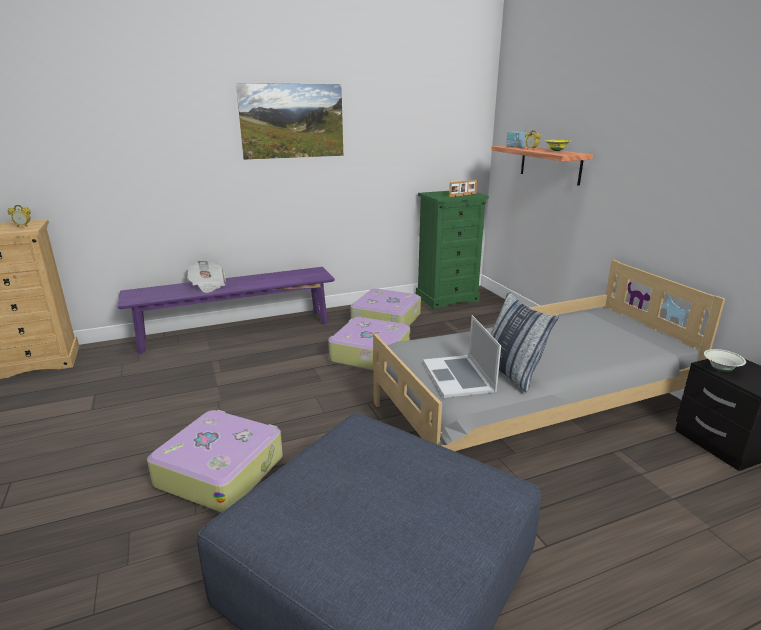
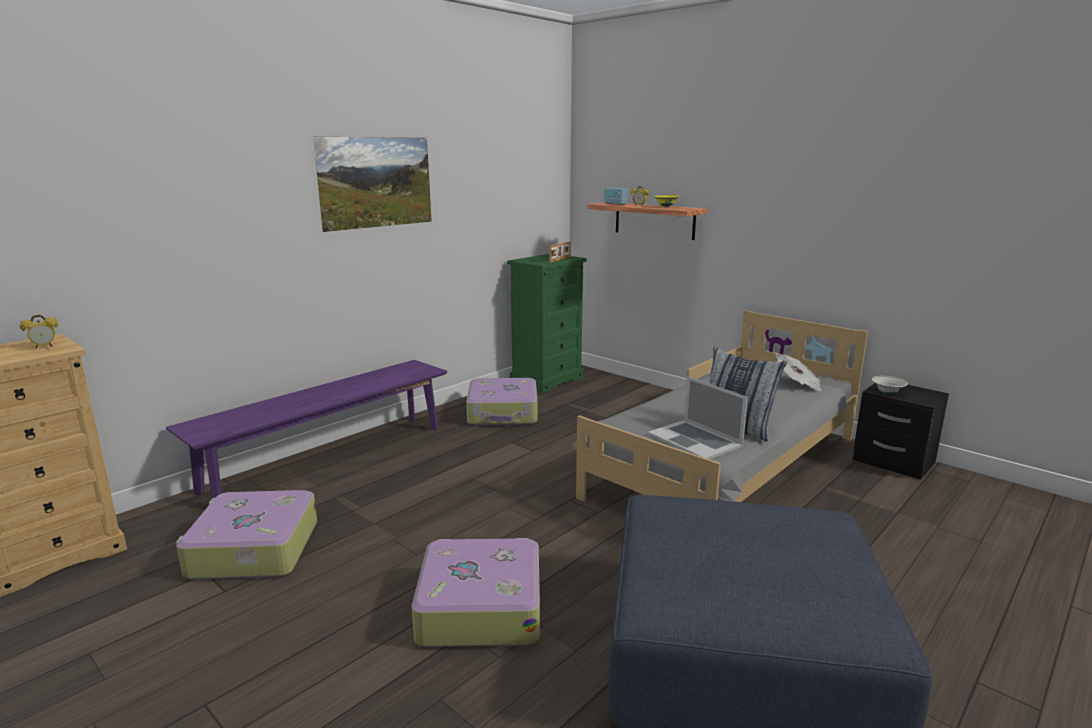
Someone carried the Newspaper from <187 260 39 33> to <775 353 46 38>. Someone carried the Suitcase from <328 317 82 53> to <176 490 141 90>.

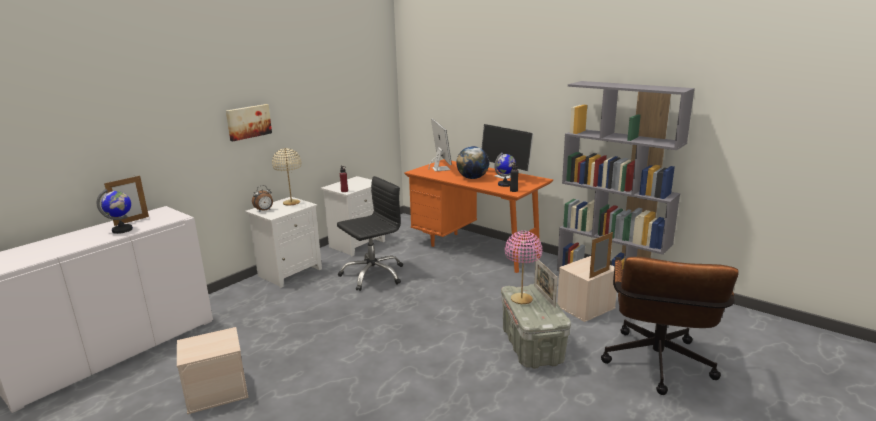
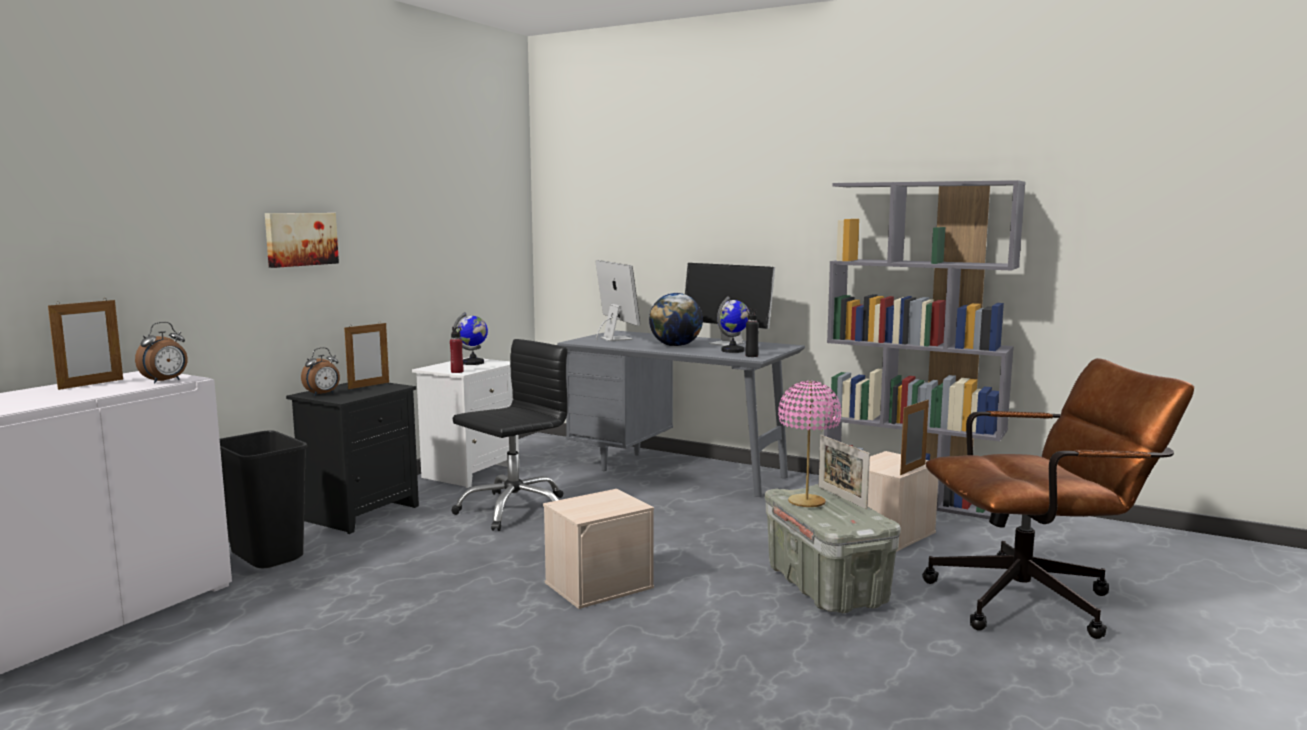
Someone put down the AlarmClock at <135 322 53 61>. Someone put down the BlackTrashCan at <220 430 87 138>. Someone carried the Globe from <97 189 36 45> to <453 312 35 53>. Someone carried the BeigeStorageBox from <177 327 71 87> to <543 489 111 120>. Someone swapped the BeigeTableLamp at <272 148 29 58> for the PictureFrame at <344 321 45 68>. Someone repainted the WhiteNightstand at <245 197 77 91>, which became the BlackNightstand at <286 383 133 151>. Someone repainted the OrangeDesk at <404 159 149 114>, which became the GreyDesk at <557 330 248 167>. Someone rotated the BrownOfficeChair at <601 257 138 138> by 105 degrees counterclockwise.

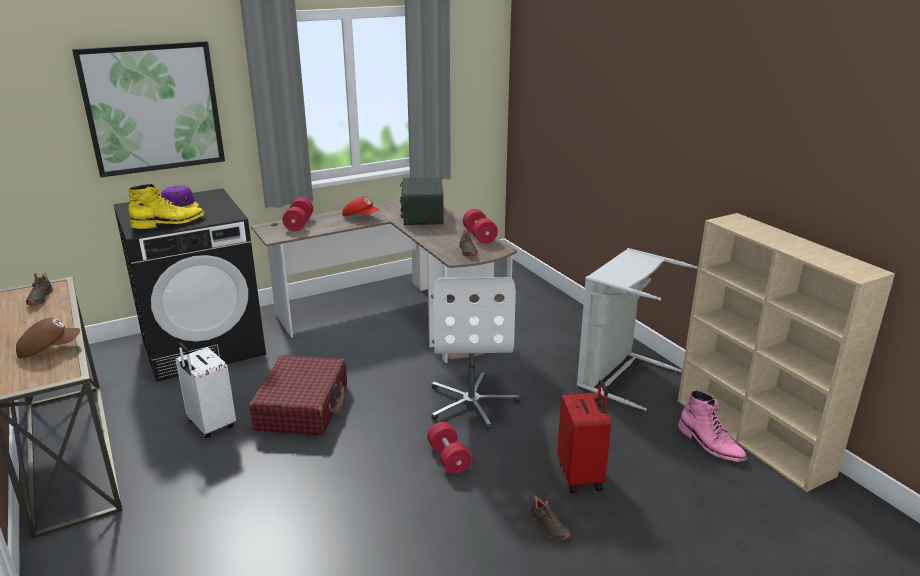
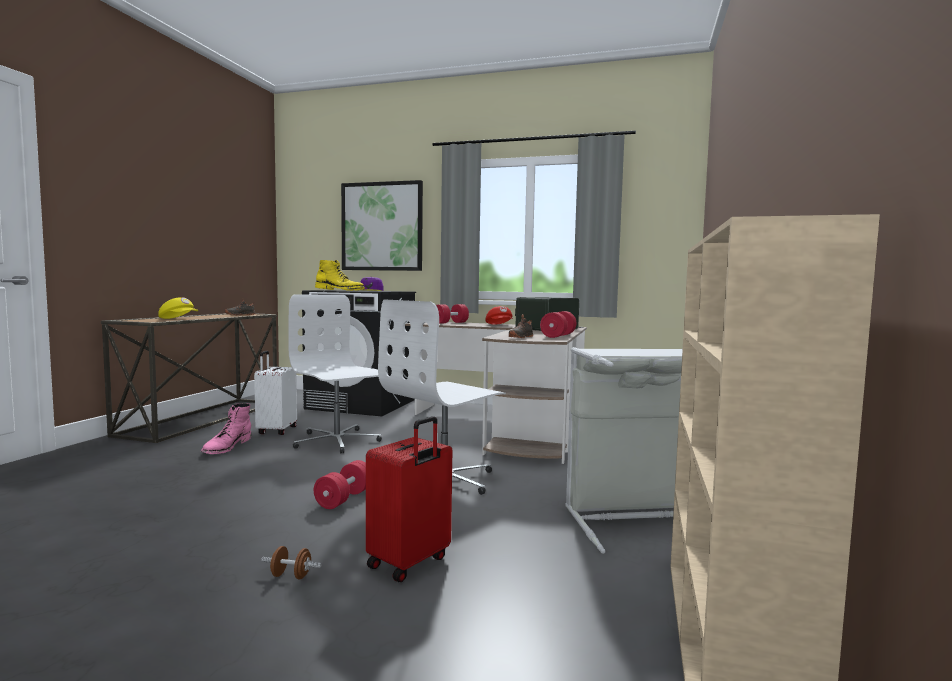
Someone carried the PinkBoot from <678 390 69 72> to <201 403 50 51>. Someone swapped the RedSuitcase at <249 355 98 81> for the WhiteOfficeChair at <289 295 93 158>. Someone swapped the BlackShoe at <530 495 41 45> for the BrownDumbbell at <261 546 61 33>. Someone repainted the BrownCap at <16 318 64 40>, which became the YellowCap at <158 298 40 21>.

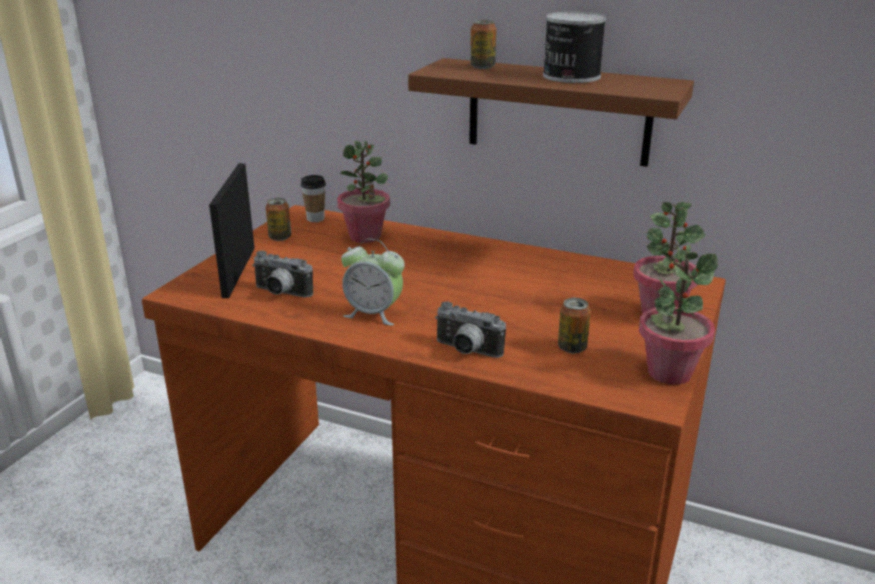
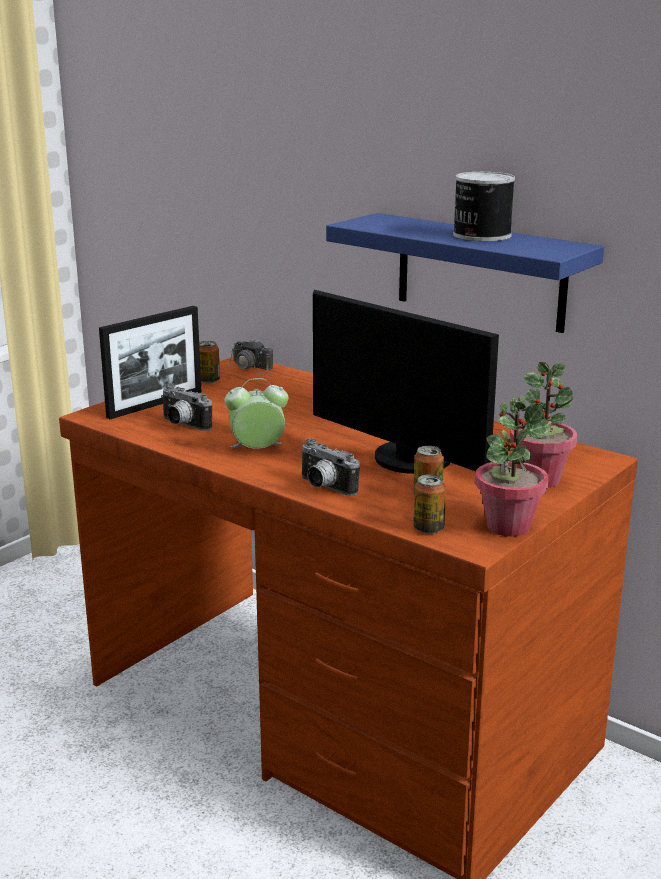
Someone took away the PottedPlant at <337 141 53 102>. Someone put down the Monitor at <313 290 186 184>. Someone carried the Can from <470 20 26 49> to <413 474 33 60>. Someone swapped the Cup at <301 175 25 47> for the PhotoCamera at <227 339 47 37>. Someone repainted the BrownShelf at <408 58 286 109>, which became the BlueShelf at <326 213 278 120>. Someone rotated the PictureFrame at <209 163 46 135> by 150 degrees counterclockwise. Someone rotated the AlarmClock at <341 239 64 87> by 135 degrees clockwise.

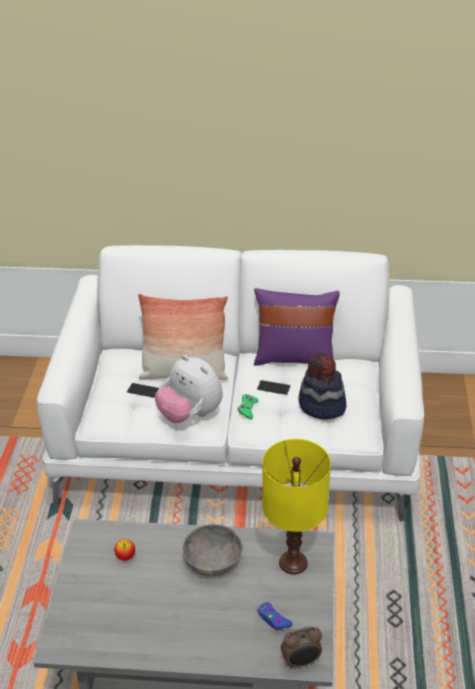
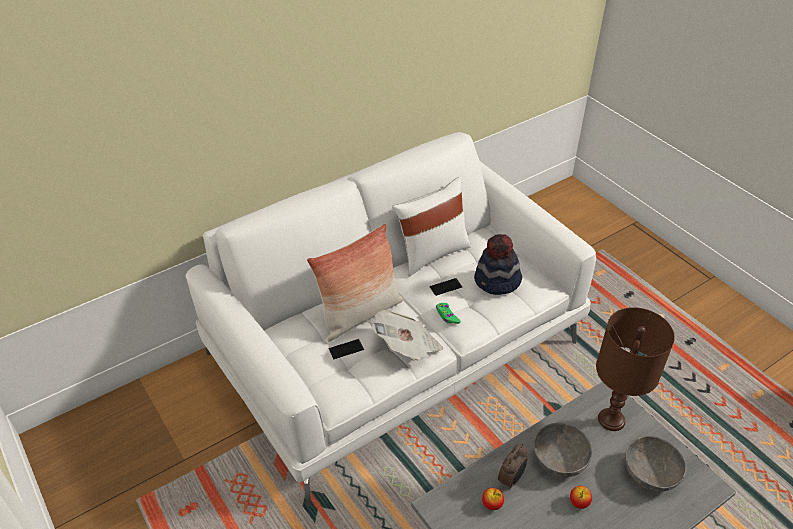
Someone put down the Apple at <570 486 22 23>. Someone carried the AlarmClock from <281 627 41 42> to <498 444 29 46>. Someone swapped the PlushToy at <155 355 68 68> for the Newspaper at <371 309 72 51>. Someone swapped the BlueGameController at <257 602 36 28> for the GreyBowl at <625 436 61 55>. Someone repainted the PurplePillow at <254 288 86 78>, which became the WhitePillow at <392 177 79 100>. Someone repainted the YellowTableLamp at <262 439 69 136>, which became the BrownTableLamp at <596 307 79 124>.

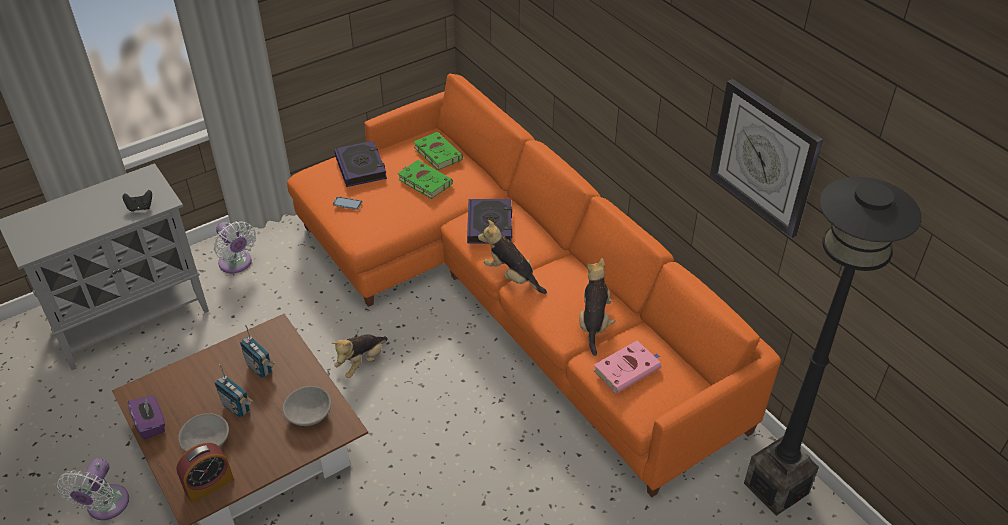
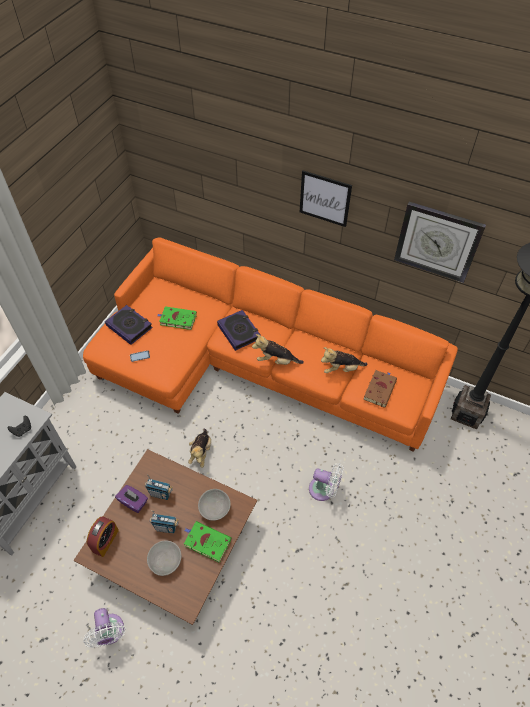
Someone put up the Picture at <300 171 52 56>. Someone carried the PurpleTissueBox from <128 396 37 44> to <115 485 33 28>. Someone carried the AlarmClock from <176 443 58 60> to <87 517 32 40>. Someone carried the WhiteFan from <214 221 42 52> to <309 463 35 38>. Someone carried the GreenBook from <413 132 50 38> to <184 521 47 42>. Someone repainted the PinkBook at <593 340 68 54>, which became the BrownBook at <363 370 34 38>. Someone rotated the PlushToy at <579 258 36 98> by 75 degrees counterclockwise.

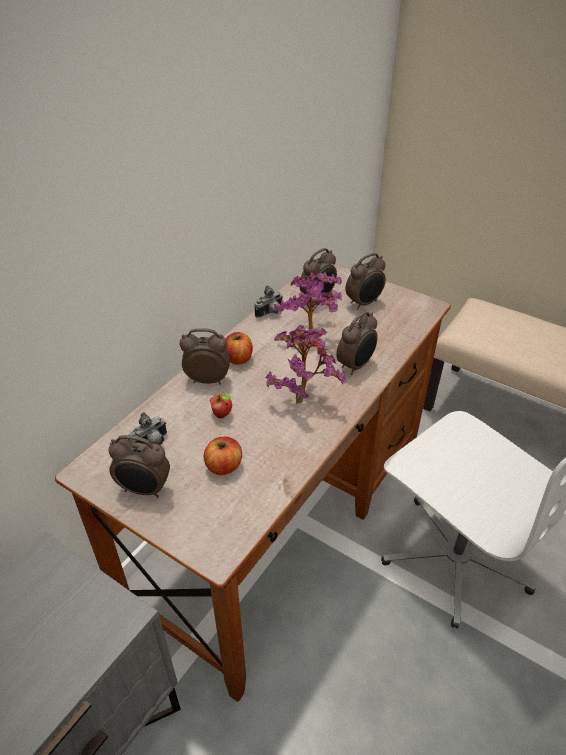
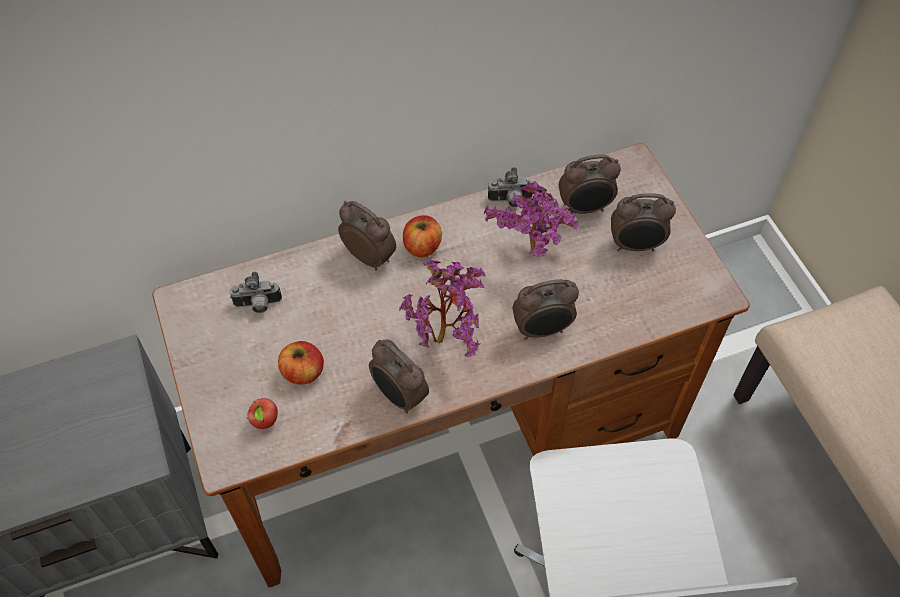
Someone carried the AlarmClock from <108 435 62 63> to <369 340 60 73>. Someone carried the Apple from <210 392 22 26> to <247 398 31 31>.

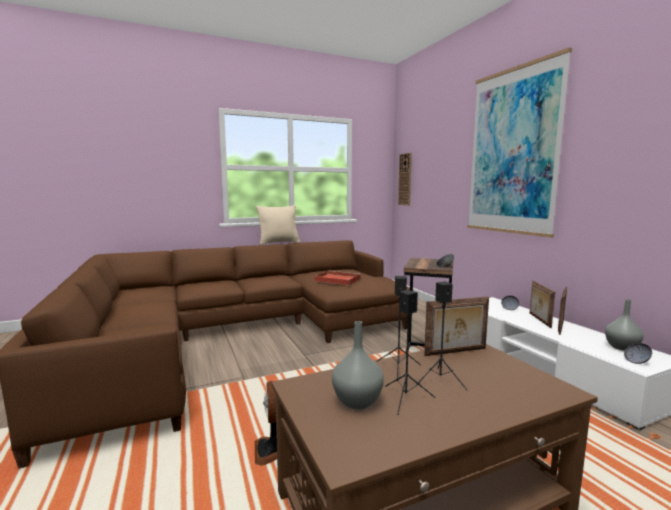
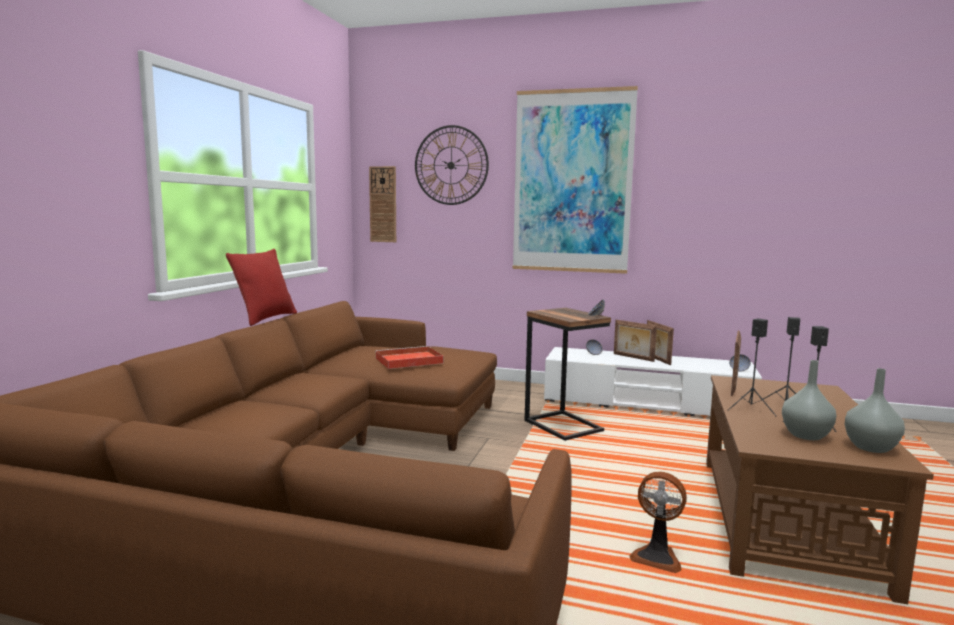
Someone put up the WallClock at <415 125 74 80>. Someone carried the GreyVase from <605 299 39 52> to <845 368 60 85>. Someone repainted the BeigePillow at <256 205 44 40>, which became the RedPillow at <226 249 71 77>.

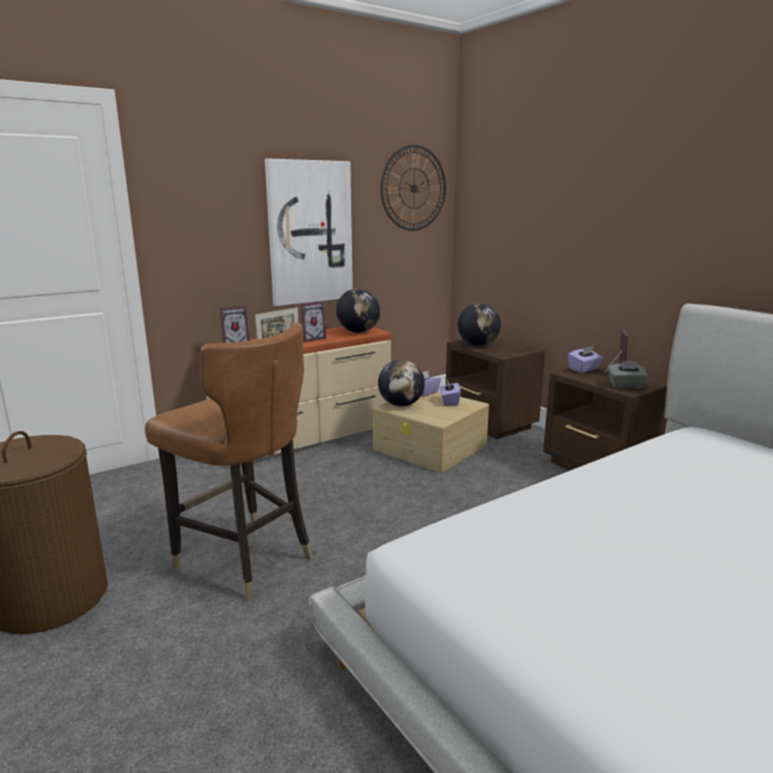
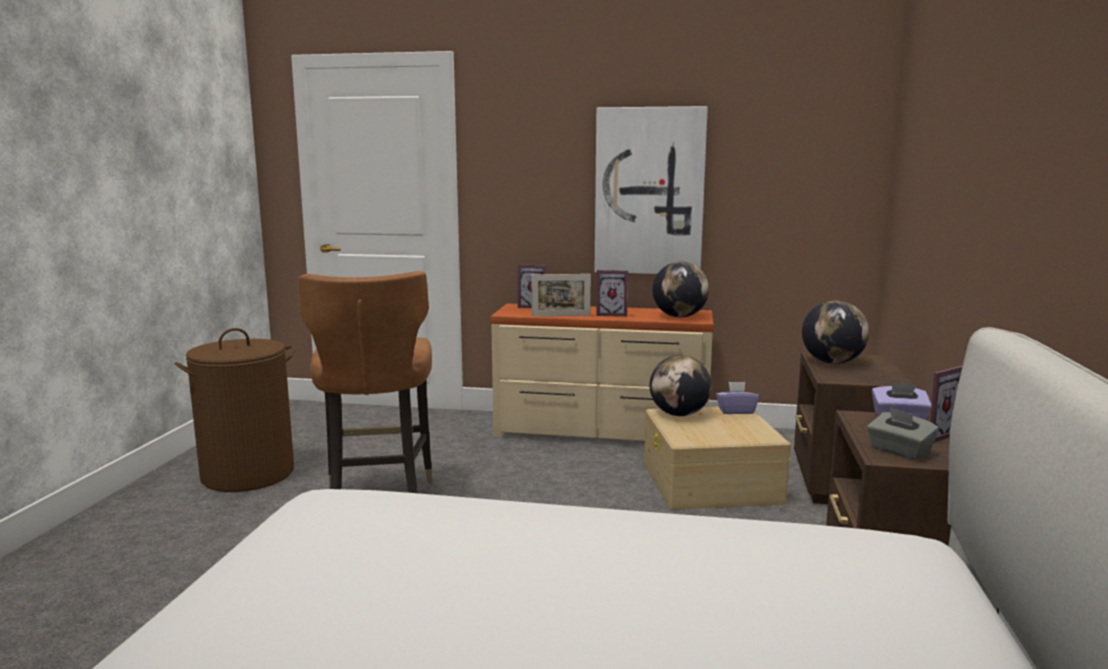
Someone took away the WallClock at <380 145 66 86>. Someone took away the PurpleTissueBox at <440 379 21 26>.

